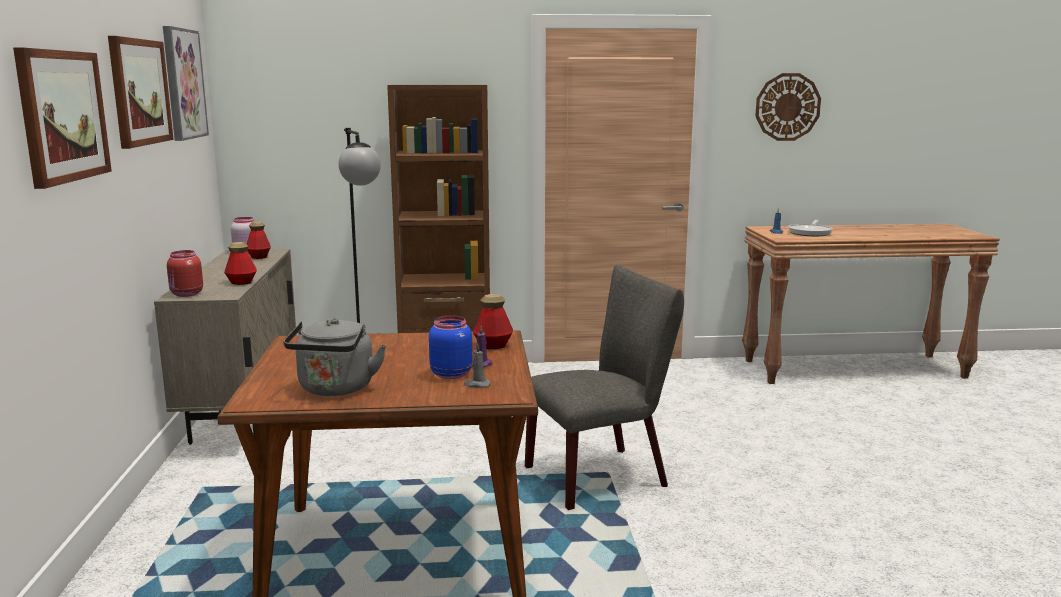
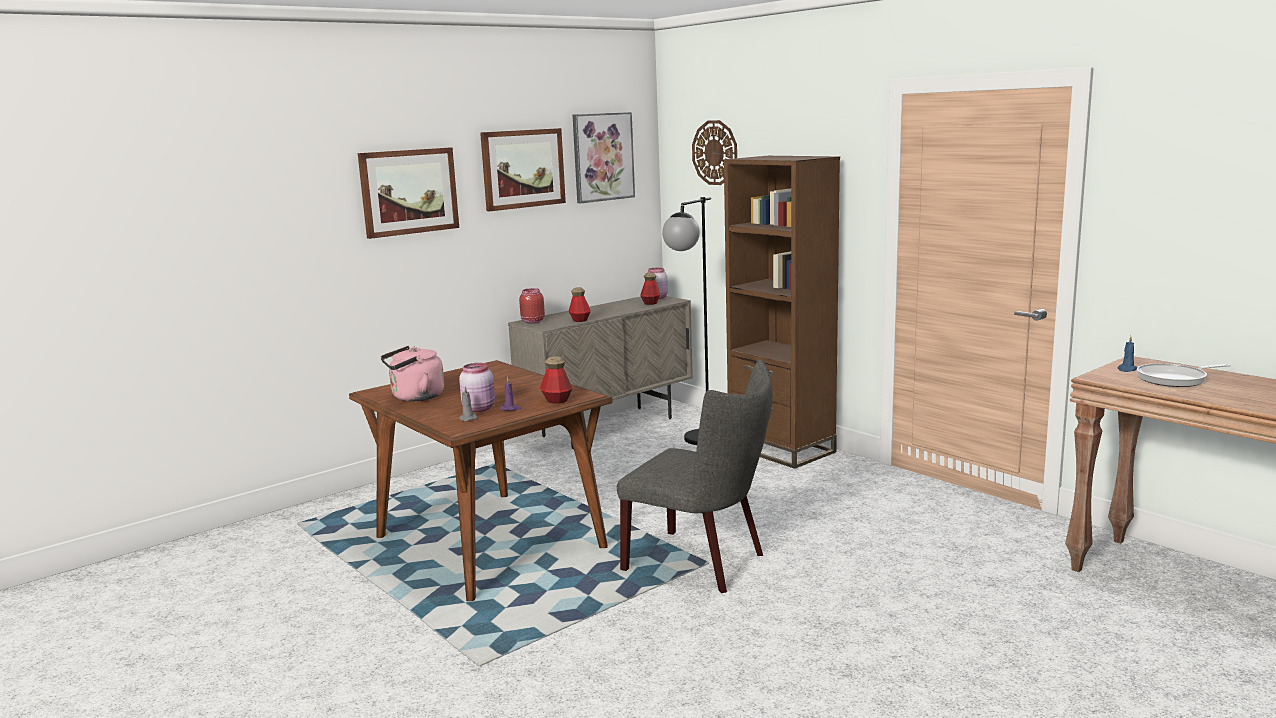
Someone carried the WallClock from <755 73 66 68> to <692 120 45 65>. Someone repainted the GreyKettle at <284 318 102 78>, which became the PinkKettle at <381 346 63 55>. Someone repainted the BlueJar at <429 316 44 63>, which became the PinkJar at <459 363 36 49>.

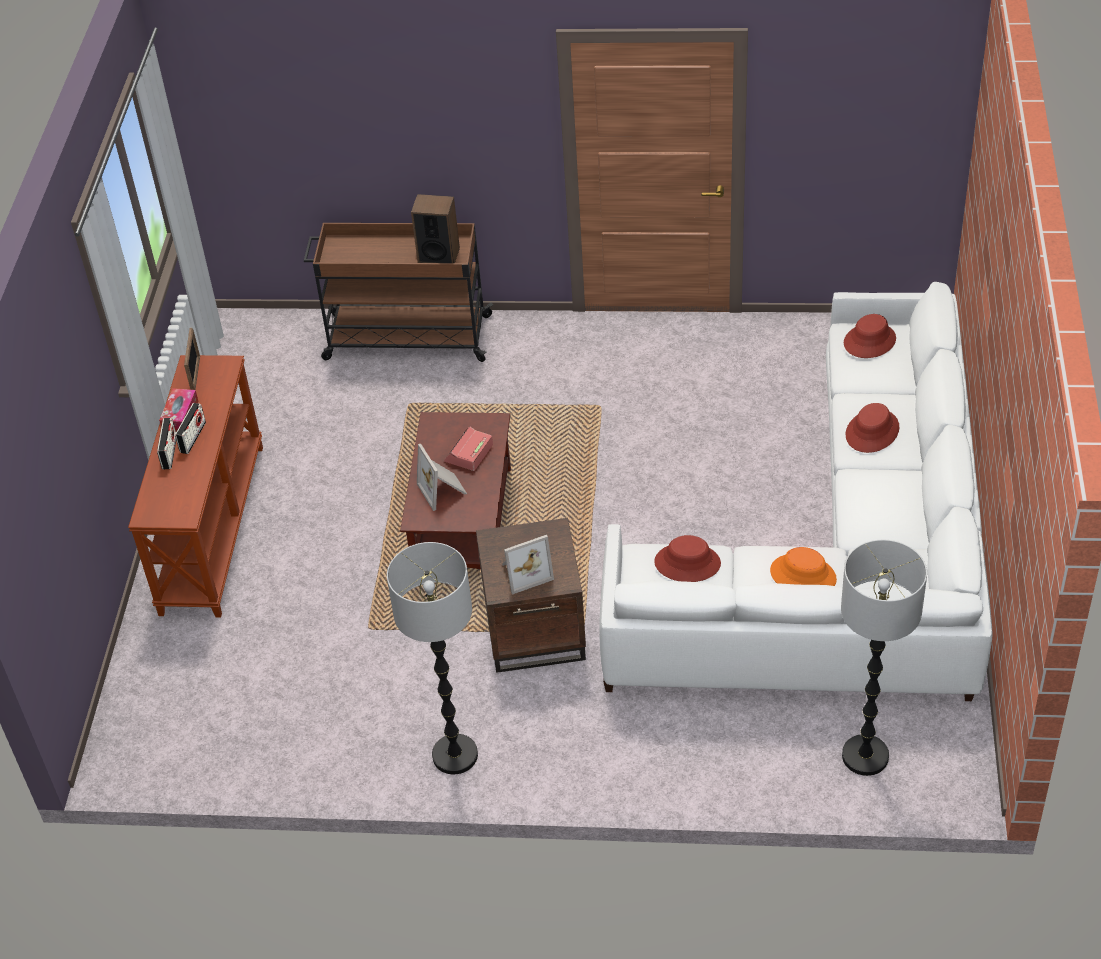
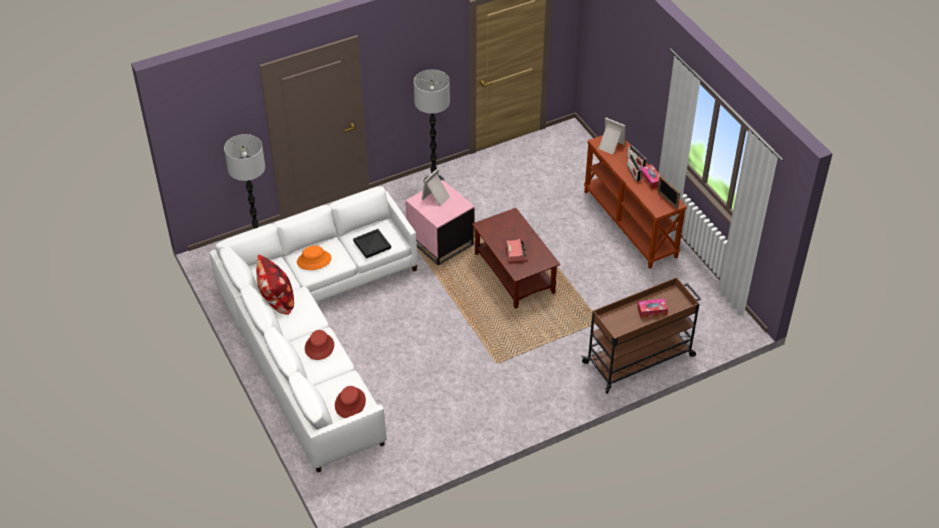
Someone took away the Speaker at <411 194 49 69>. Someone put down the Pillow at <256 255 38 60>. Someone put down the TissueBox at <637 299 31 19>. Someone carried the PictureFrame from <417 444 50 67> to <598 118 28 37>. Someone swapped the RedHat at <654 535 67 47> for the BlackTray at <353 229 38 30>. Someone repainted the BrownSideTable at <476 518 110 155>, which became the PinkSideTable at <405 180 70 85>.

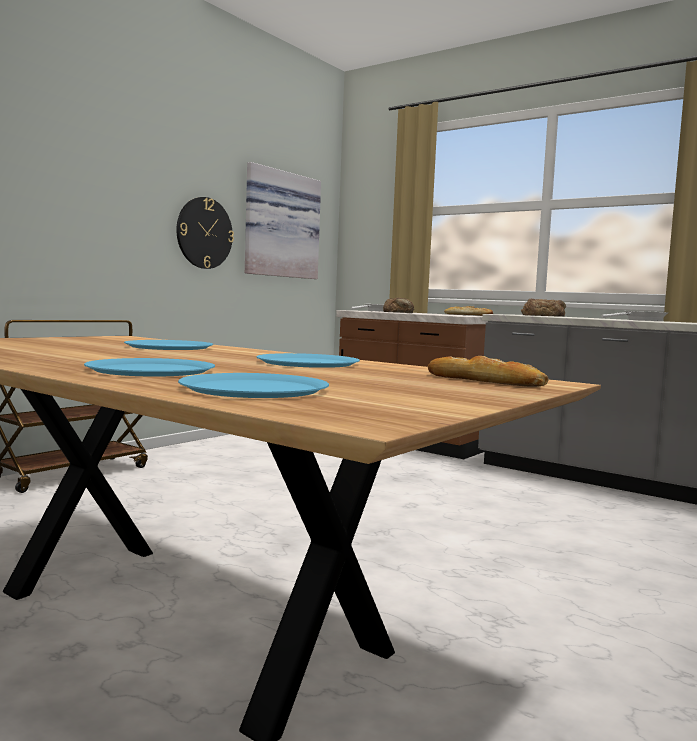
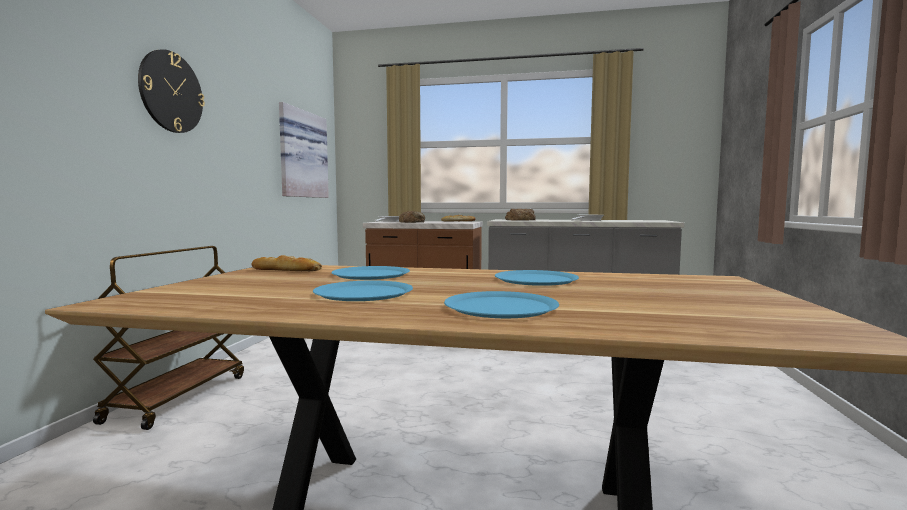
Someone carried the WallClock from <176 197 58 72> to <138 49 67 84>. Someone carried the BluePlate from <178 373 151 25> to <313 281 100 20>. Someone carried the Bread from <428 356 121 31> to <251 255 71 16>.

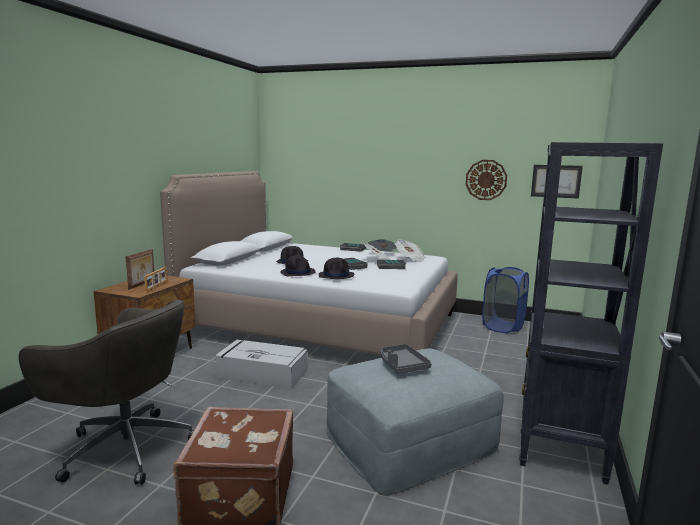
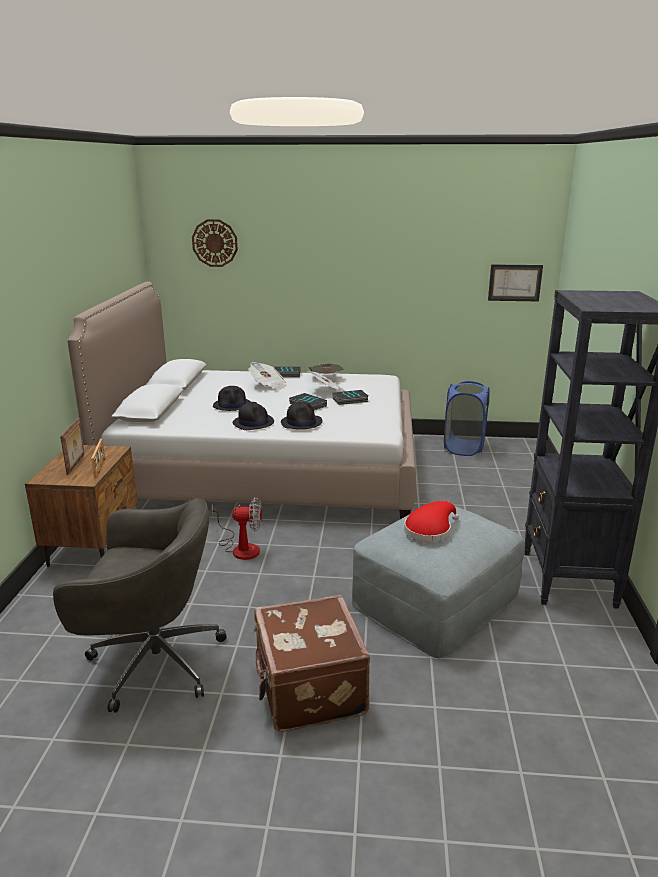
Someone carried the Newspaper from <395 239 31 24> to <248 362 38 28>. Someone carried the WallClock from <466 160 41 40> to <192 219 46 48>. Someone swapped the GreyStorageBox at <215 339 92 50> for the Fan at <212 497 50 63>. Someone swapped the GreyTray at <381 344 50 29> for the RedHat at <404 501 55 41>.

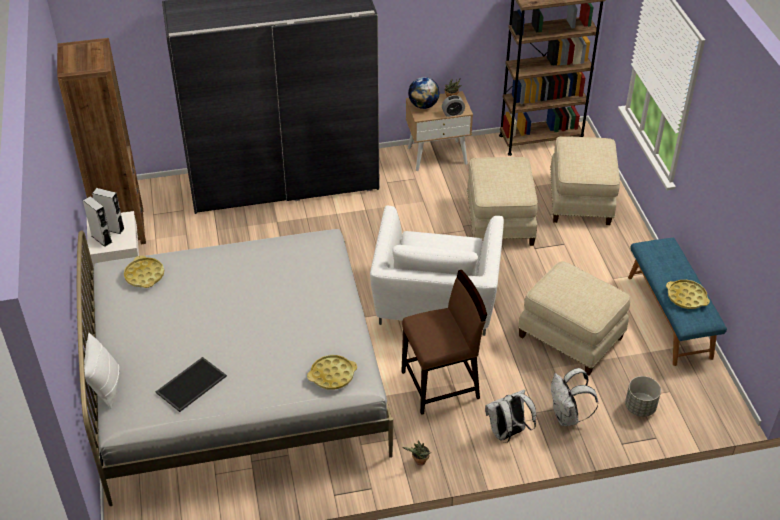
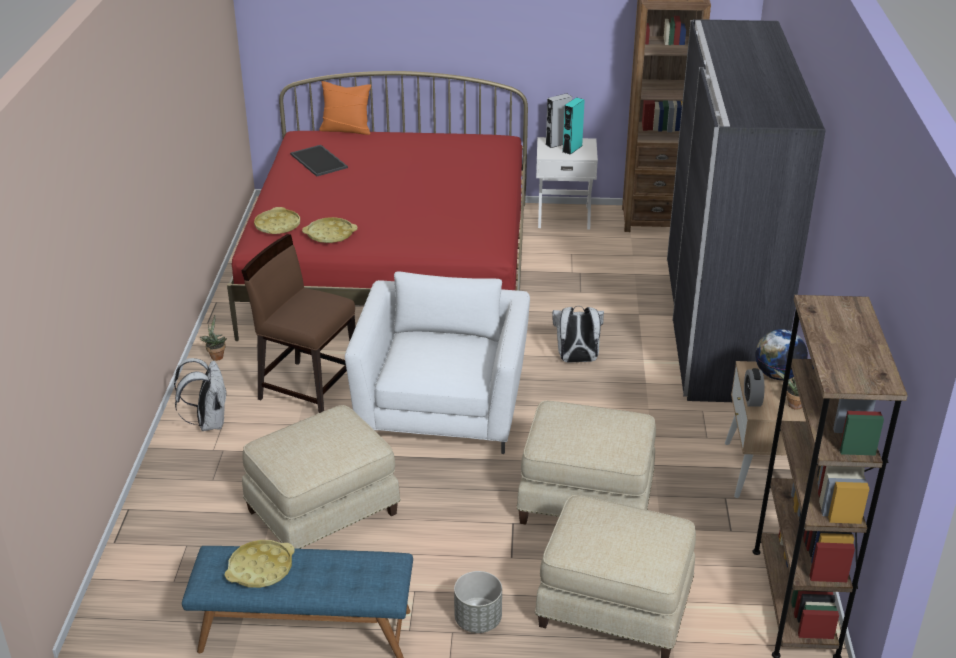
Someone carried the YellowTray from <124 256 40 32> to <302 217 56 26>. Someone carried the WhiteBackpack from <551 368 47 58> to <552 306 52 57>. Someone carried the GreyPlanter from <625 376 36 41> to <454 571 48 62>. Someone repainted the WhiteBed at <77 229 316 277>, which became the RedBed at <227 71 301 270>. Someone repainted the WhitePillow at <84 333 35 75>, which became the OrangePillow at <319 81 52 54>. Someone repainted the GreySpeaker at <92 188 33 46>, which became the TurquoiseSpeaker at <562 97 23 58>. Someone rotated the WhiteArmchair at <370 206 134 130> by 75 degrees clockwise. Someone rotated the BrownChair at <401 270 86 145> by 120 degrees clockwise.

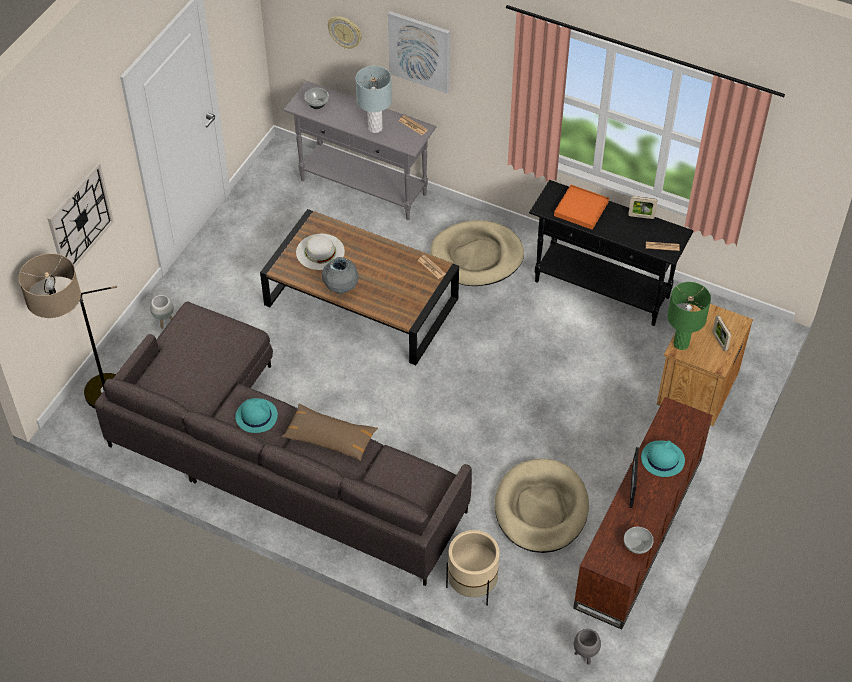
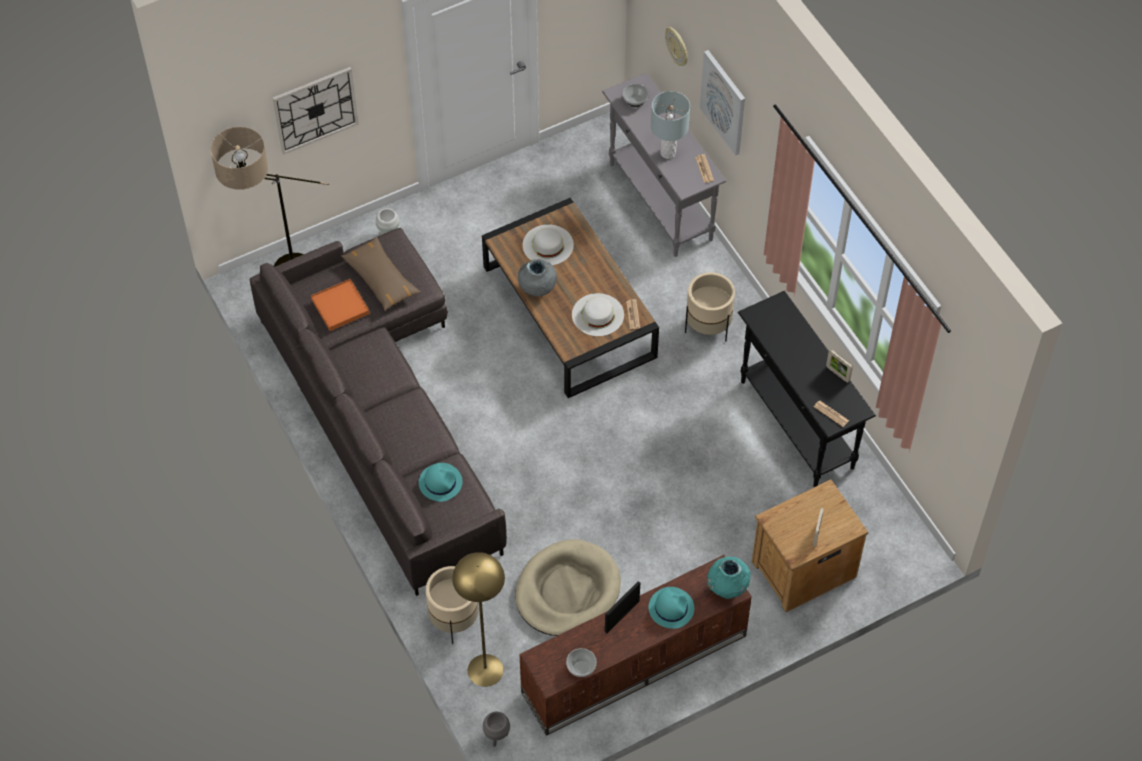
Someone took away the GreenTableLamp at <667 282 44 68>. Someone put down the YellowFloorLamp at <452 552 53 135>. Someone put down the WhiteHat at <572 293 52 43>. Someone put down the TurquoiseVase at <707 557 44 42>. Someone carried the TurquoiseHat from <235 398 43 35> to <419 463 43 39>. Someone carried the BrownPillow from <281 404 97 57> to <341 237 80 74>. Someone carried the OrangeTray from <554 185 55 45> to <311 279 59 52>. Someone swapped the BeigeDogBed at <431 220 93 66> for the BeigePlanter at <685 272 50 70>.

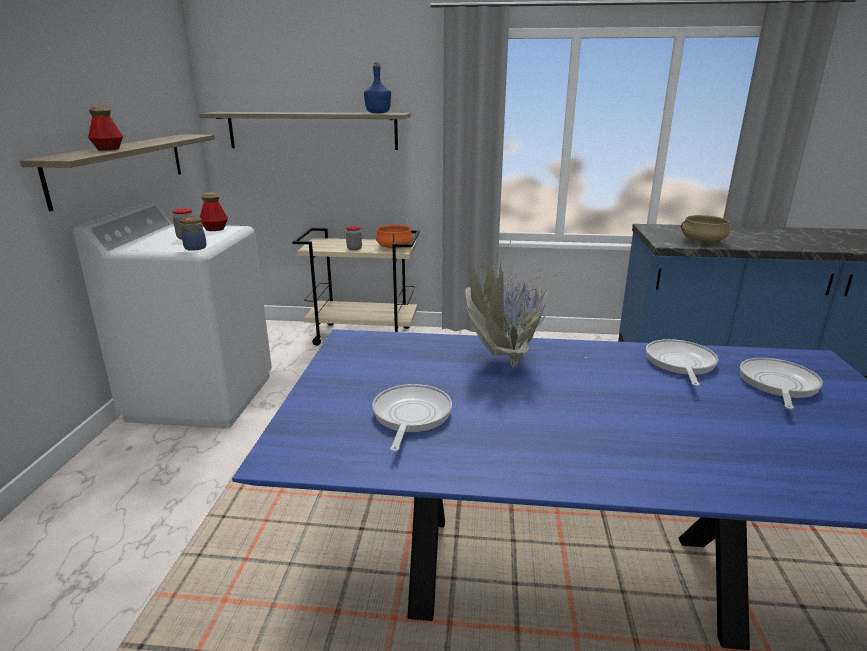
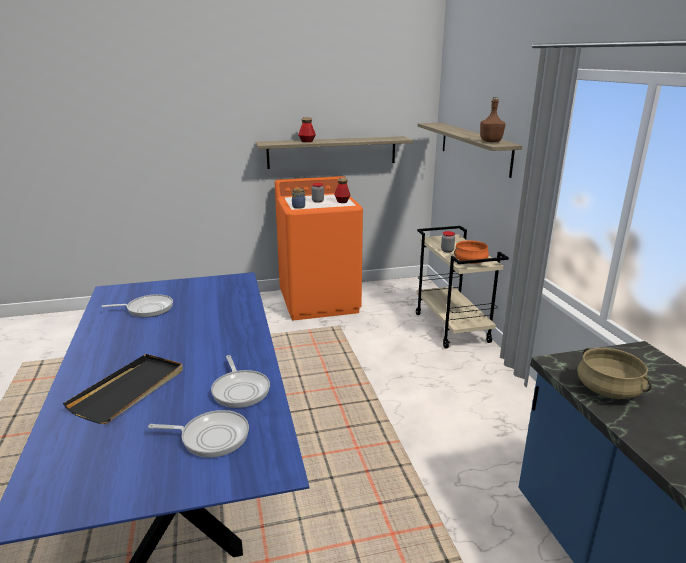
Someone took away the PottedPlant at <465 233 122 135>. Someone put down the BlackTray at <63 354 120 70>. Someone repainted the WhiteWashingMachine at <73 203 199 225>, which became the OrangeWashingMachine at <275 176 88 144>. Someone repainted the BlueBottle at <364 62 27 51>, which became the BrownBottle at <480 97 25 45>. Someone rotated the FryingPan at <646 339 72 47> by 75 degrees clockwise.

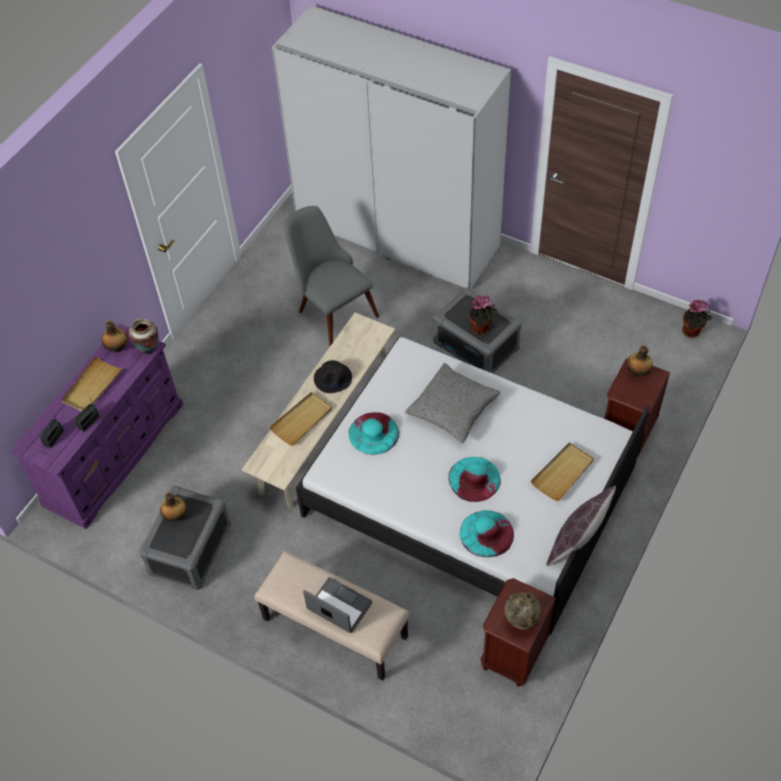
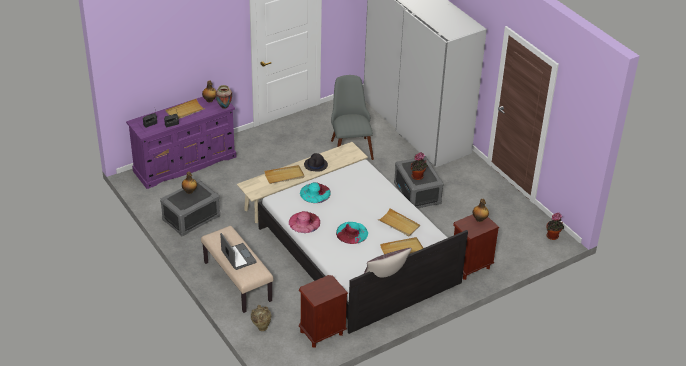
Someone took away the GreyPillow at <405 363 96 80>. Someone took away the TurquoiseHat at <460 510 54 47>. Someone put down the PinkHat at <289 211 31 22>. Someone put down the BeigeTray at <378 208 42 28>. Someone carried the BeigeVase from <504 593 37 37> to <251 305 21 26>.

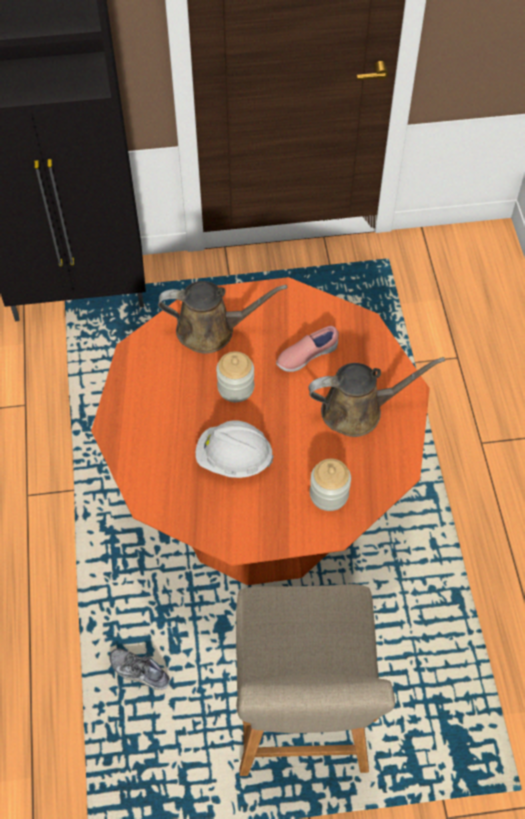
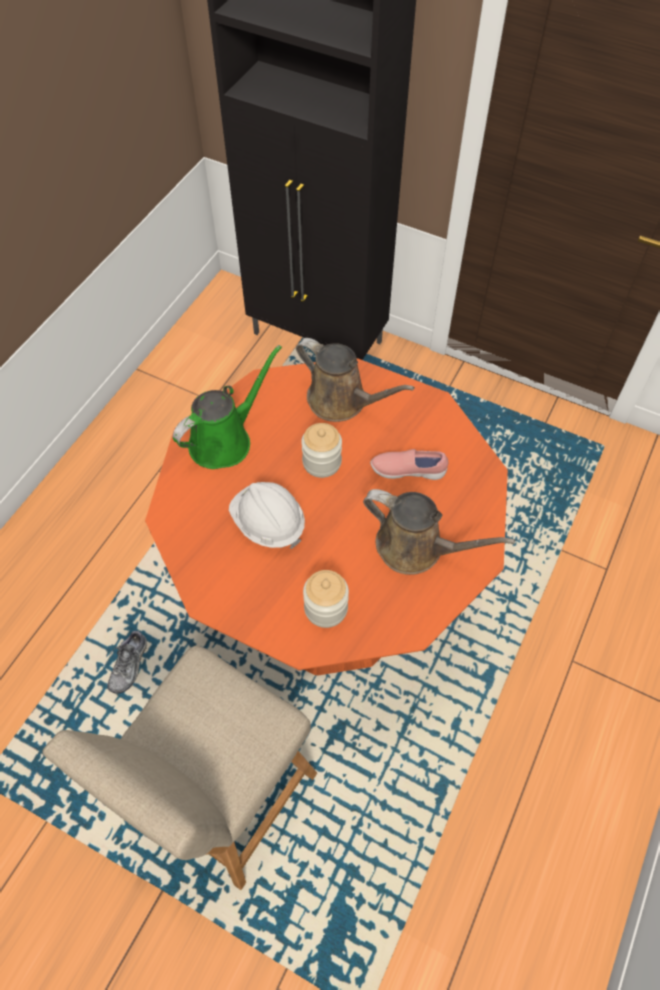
Someone put down the GreenWateringCan at <173 345 109 124>. Someone rotated the Shoe at <110 649 60 41> by 135 degrees counterclockwise.

